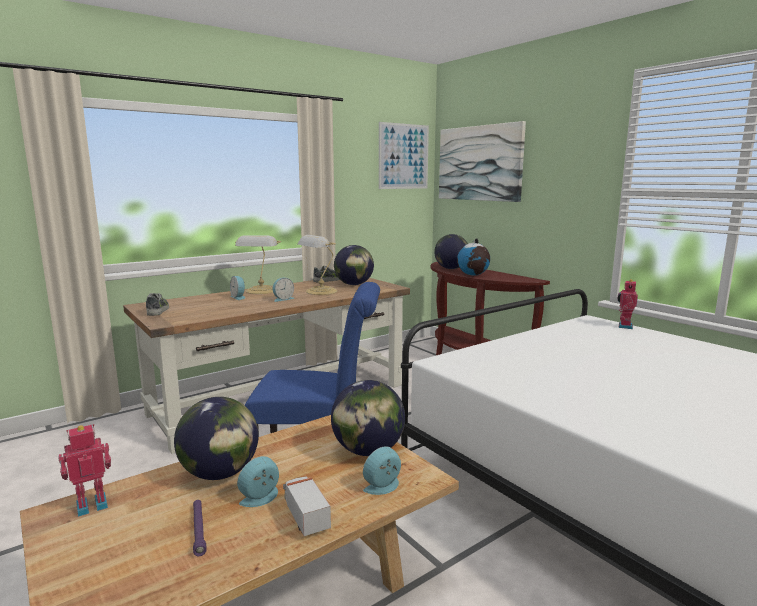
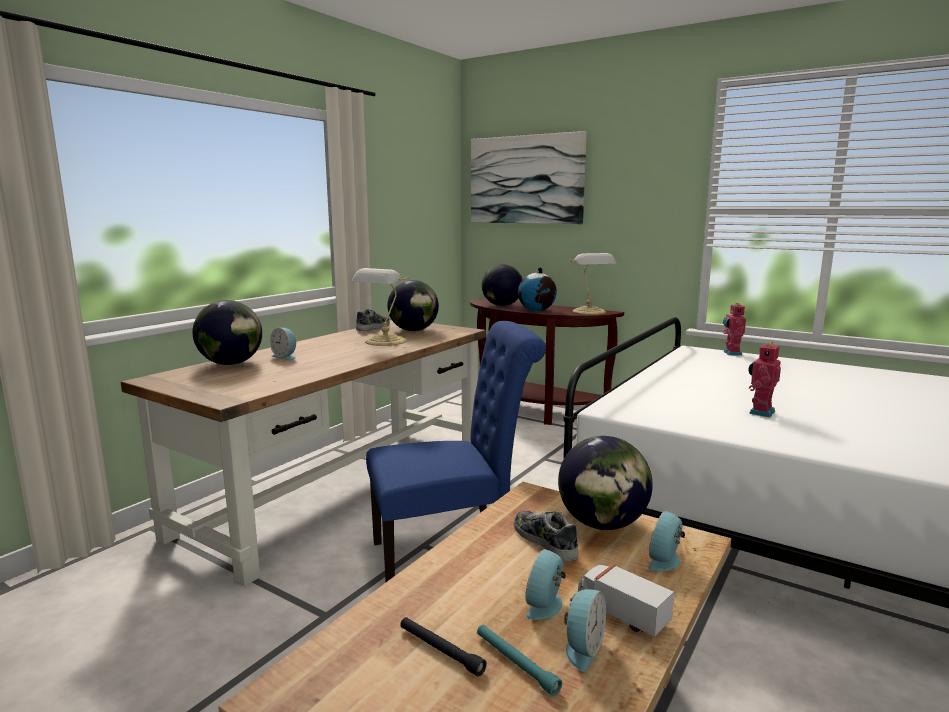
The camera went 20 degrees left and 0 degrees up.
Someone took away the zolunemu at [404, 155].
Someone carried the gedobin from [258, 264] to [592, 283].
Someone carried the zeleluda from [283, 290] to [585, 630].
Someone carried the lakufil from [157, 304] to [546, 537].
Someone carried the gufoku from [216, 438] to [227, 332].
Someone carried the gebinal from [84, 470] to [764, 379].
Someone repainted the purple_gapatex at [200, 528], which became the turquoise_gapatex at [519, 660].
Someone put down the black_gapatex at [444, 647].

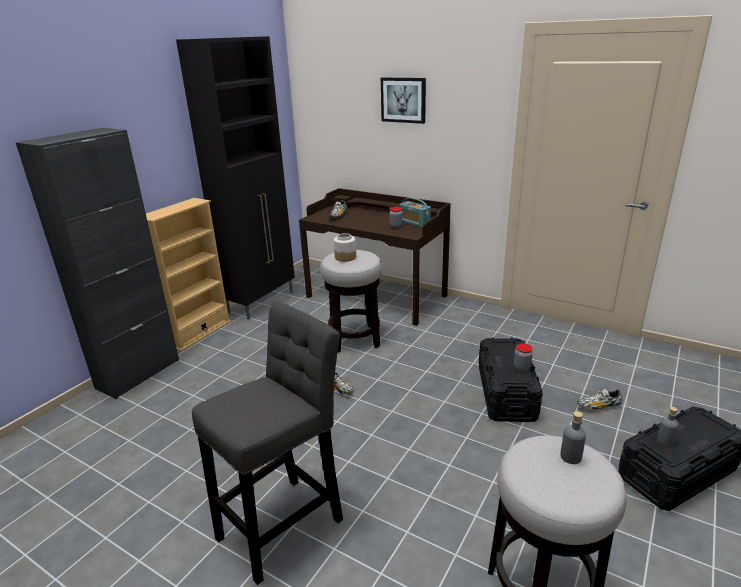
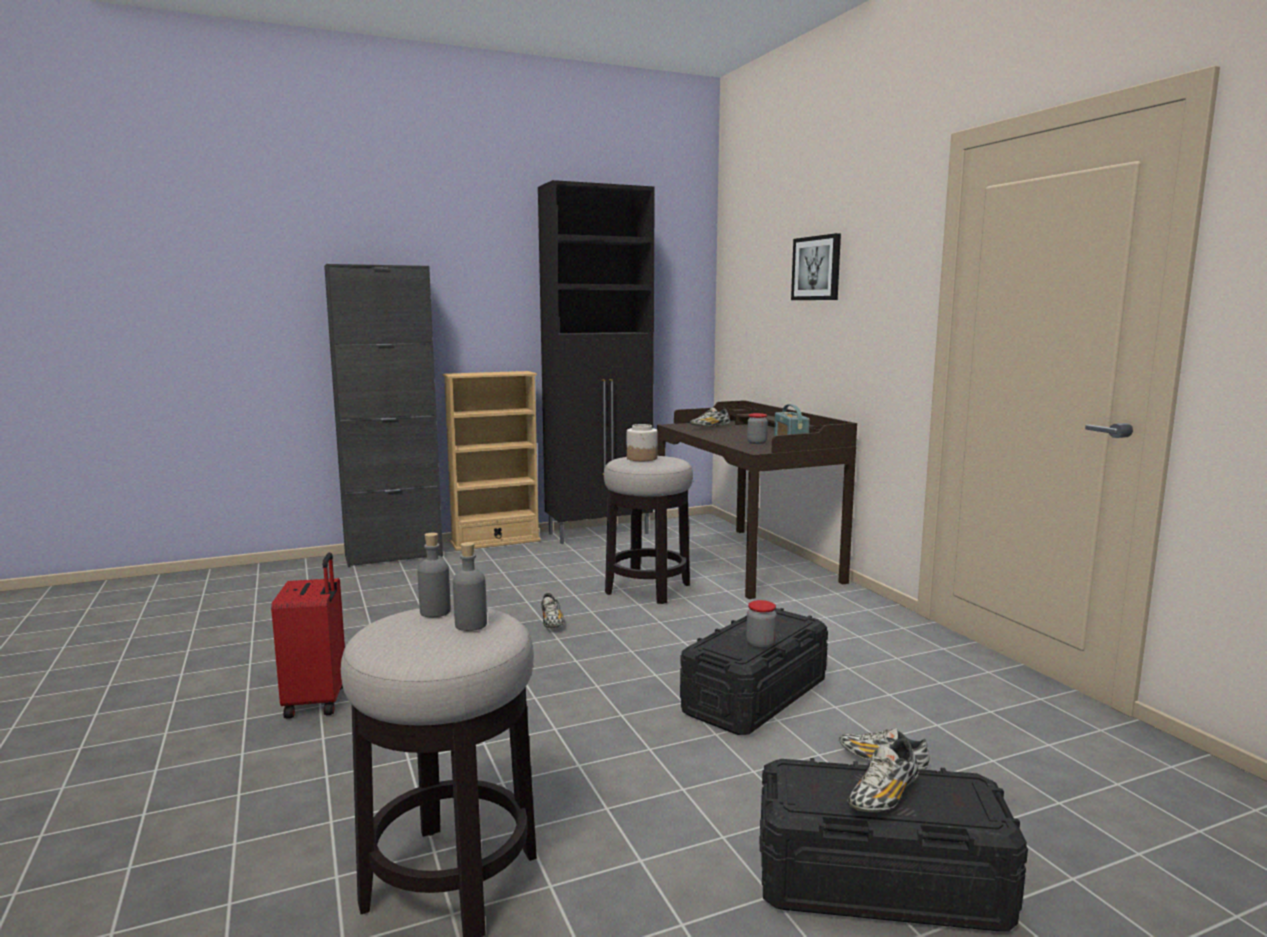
The camera went 35 degrees right and 15 degrees down.
Someone swapped the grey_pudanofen at [267, 443] for the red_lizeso at [308, 636].
Someone carried the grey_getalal from [668, 426] to [434, 575].
Someone put down the lakufil at [882, 775].

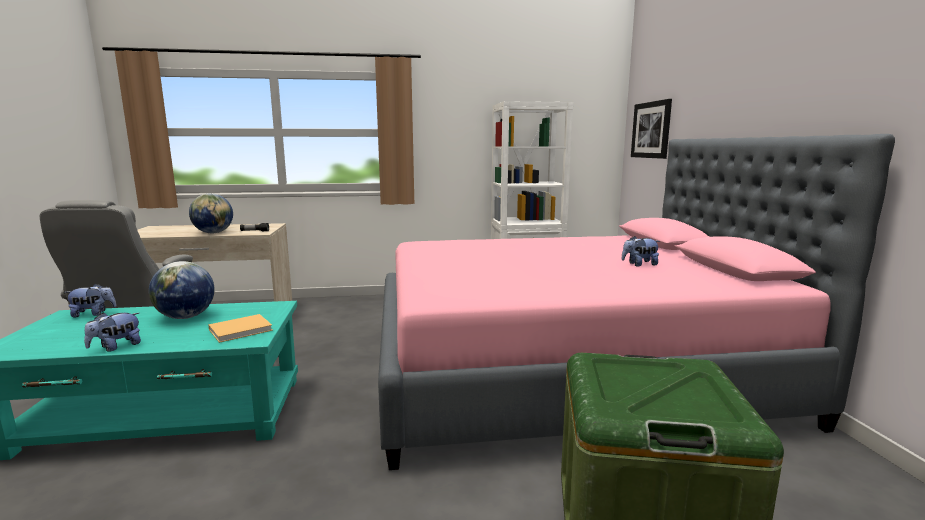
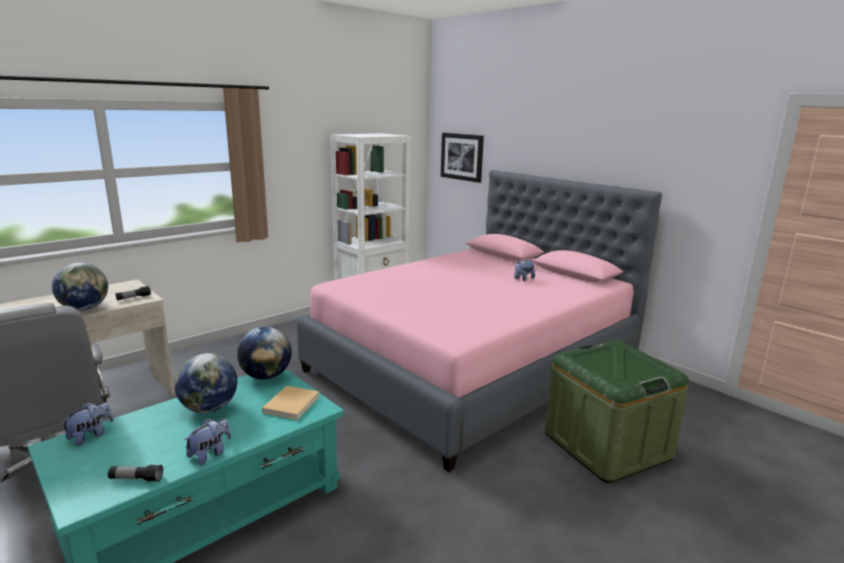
The camera went 35 degrees left and 5 degrees up.
Someone rotated the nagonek at [112, 332] by 150 degrees counterclockwise.
Someone put down the gufoku at [264, 353].
Someone put down the gapatex at [135, 473].

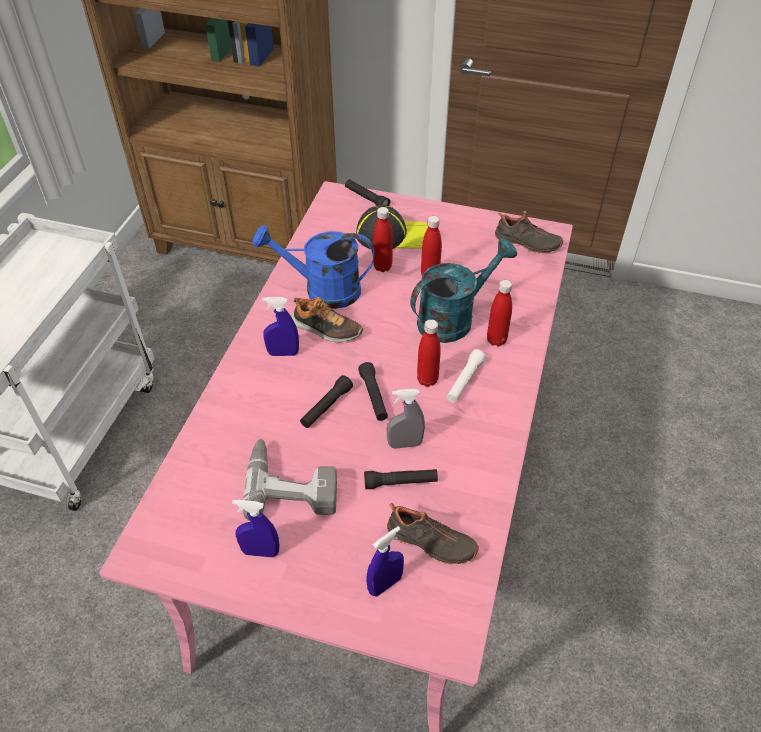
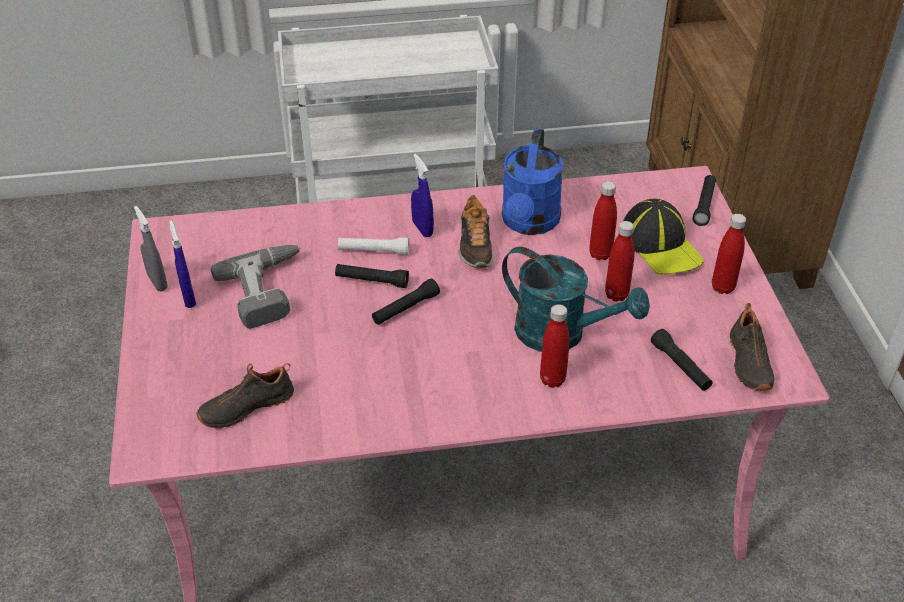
The camera went 65 degrees right and 5 degrees down.
Someone rotated the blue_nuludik at [314, 267] by 150 degrees counterclockwise.
Someone carried the red_getalal from [429, 353] to [729, 254].
Someone carried the white_gapatex from [466, 376] to [373, 246].
Someone carried the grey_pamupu from [406, 419] to [151, 248].
Someone carried the black_gapatex from [401, 479] to [682, 360].
Someone rotated the black_lakufil at [433, 533] by 60 degrees clockwise.
Someone took away the blue_pamupu at [385, 561].

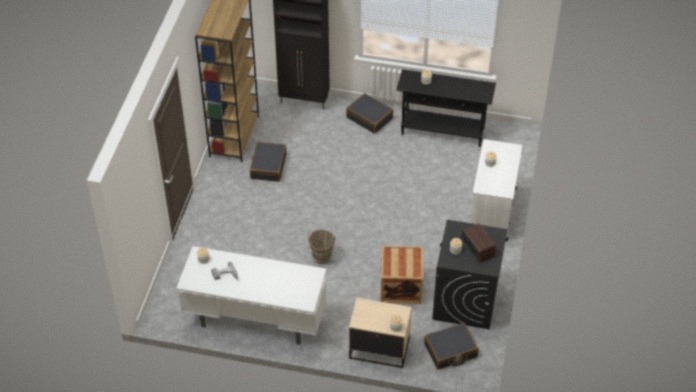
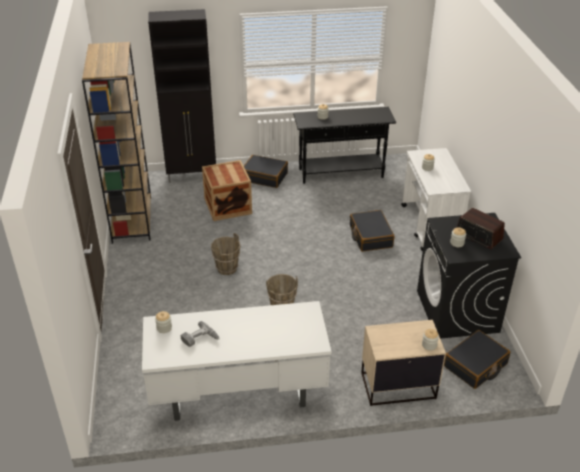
The camera went 20 degrees left and 10 degrees down.
Someone carried the black_lizeso from [268, 162] to [372, 231].
Someone carried the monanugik from [401, 274] to [227, 190].
Someone put down the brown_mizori at [225, 254].

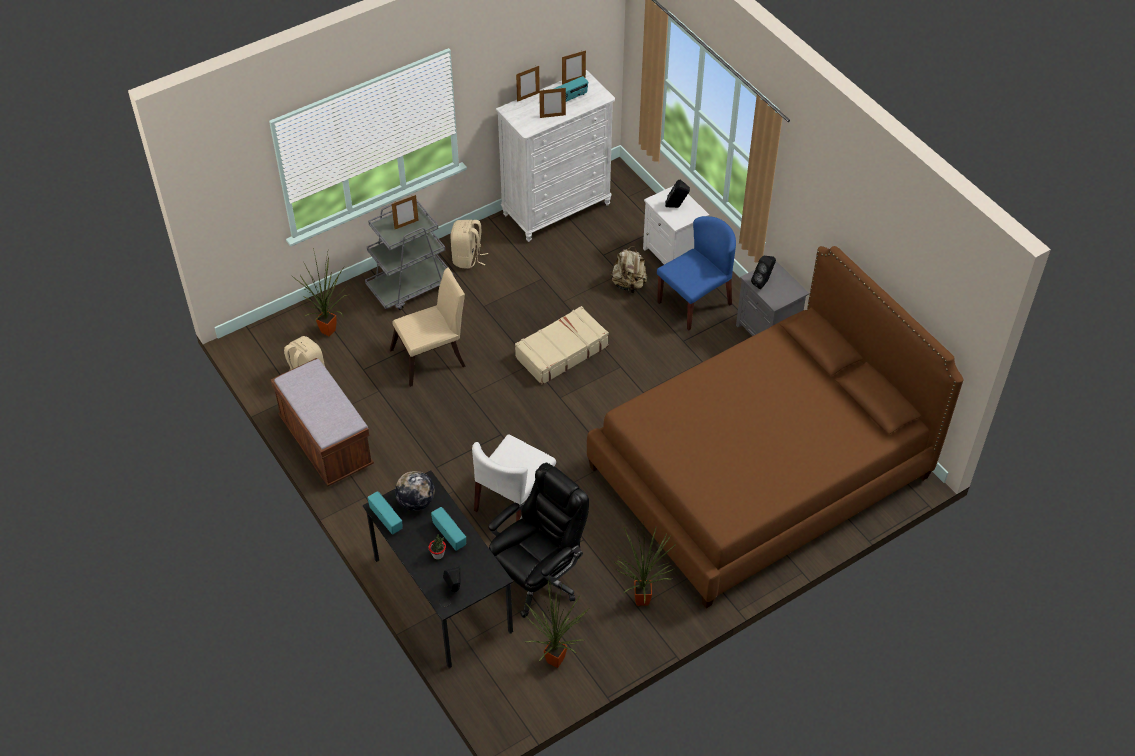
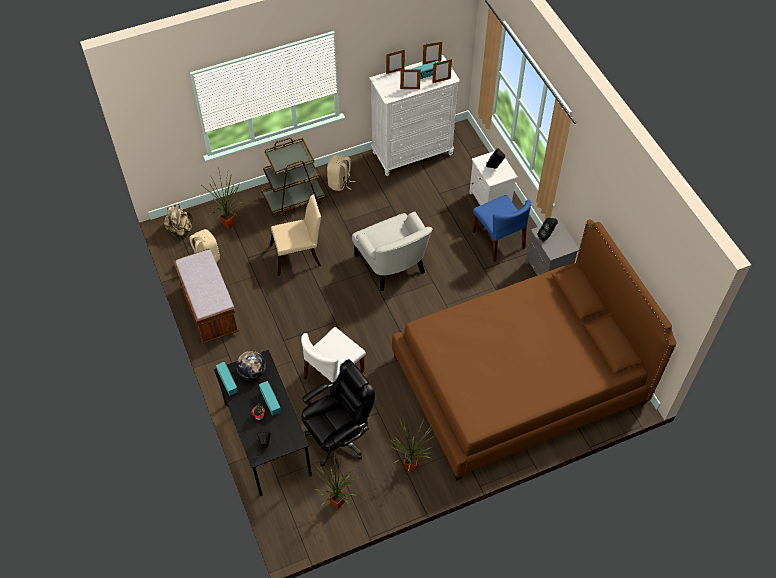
The camera went 10 degrees right and 5 degrees up.
Someone carried the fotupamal from [405, 212] to [442, 71].
Someone repainted the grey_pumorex at [409, 254], which became the brown_pumorex at [294, 177].
Someone rotated the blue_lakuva at [696, 273] by 90 degrees clockwise.
Someone carried the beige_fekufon from [628, 269] to [178, 221].
Someone swapped the beige_lizeso at [562, 345] for the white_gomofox at [392, 251].

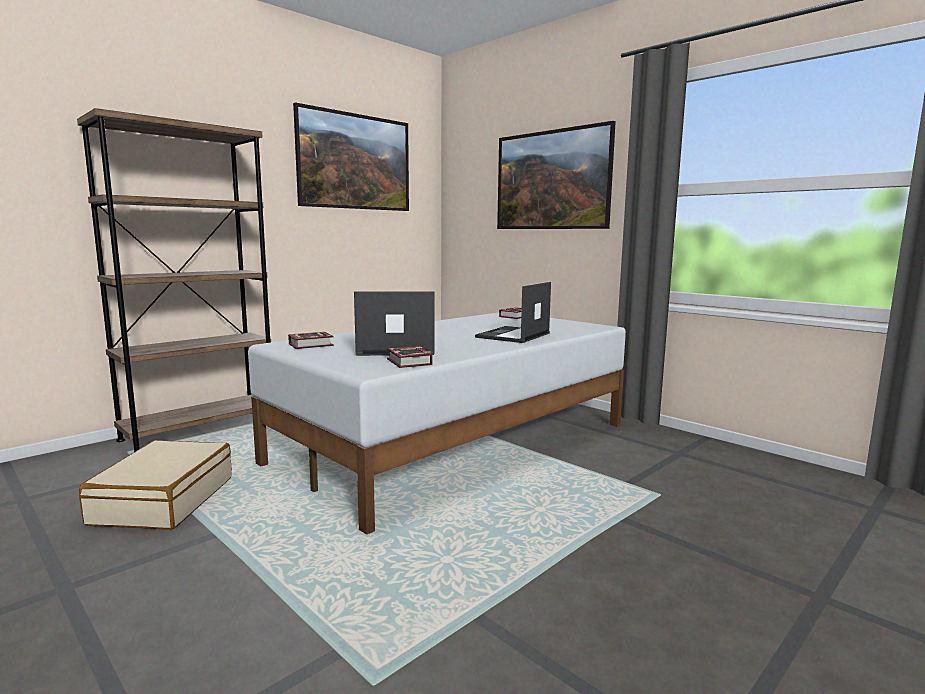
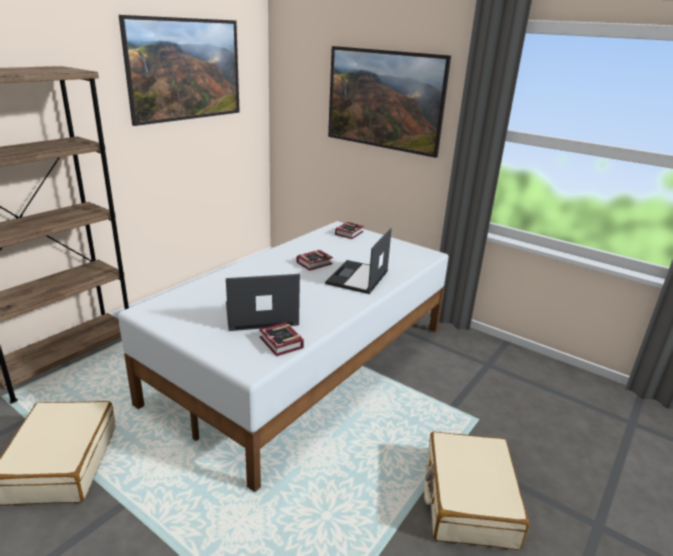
The camera went 10 degrees left and 15 degrees up.
Someone carried the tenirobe from [311, 340] to [315, 260].
Someone put down the beige_lizeso at [476, 491].

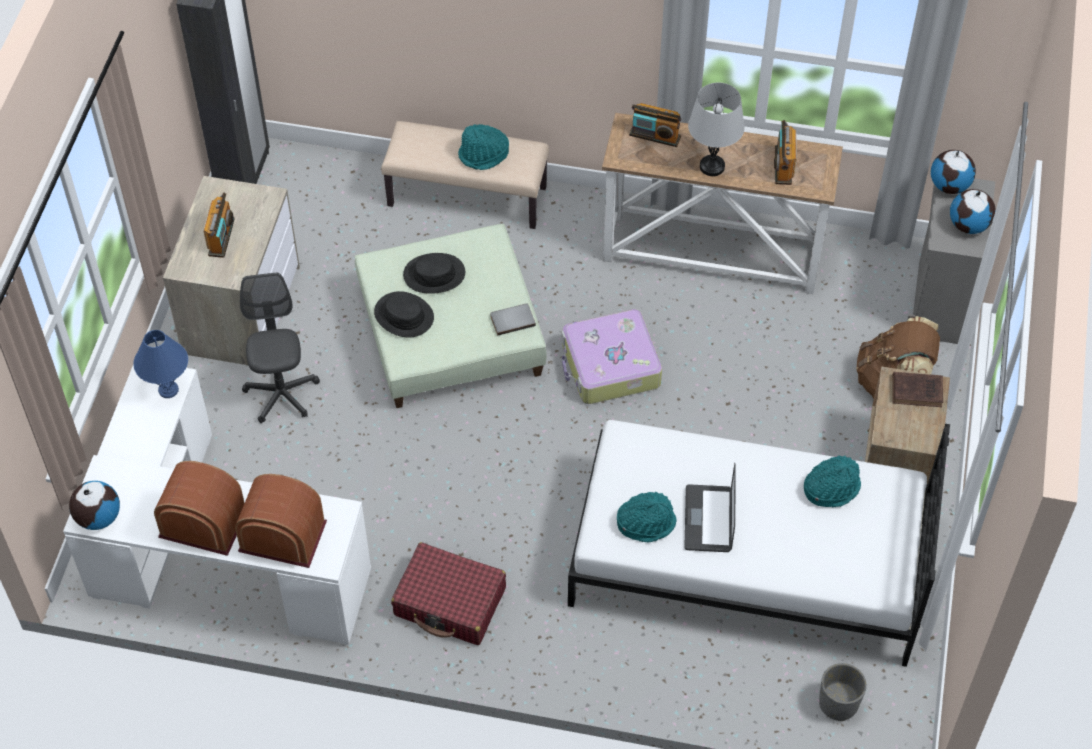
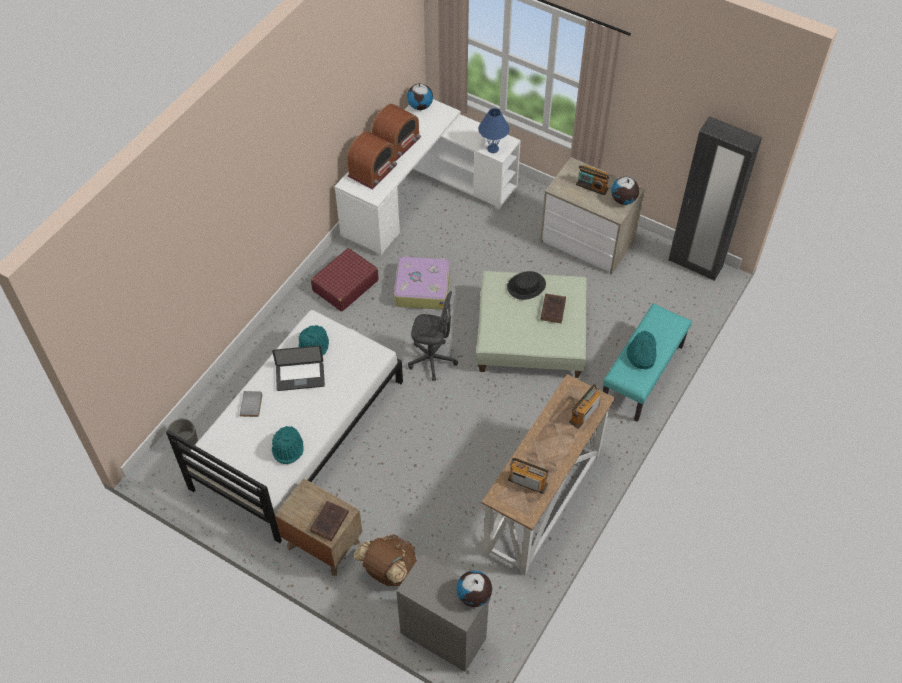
The camera went 110 degrees right and 0 degrees up.
Someone took away the grey_gedobin at [716, 129].
Someone repainted the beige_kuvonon at [465, 175], which became the turquoise_kuvonon at [647, 363].
Someone carried the gufoku from [973, 211] to [625, 191].
Someone swapped the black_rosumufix at [434, 273] for the brown_tenirobe at [553, 308].
Someone carried the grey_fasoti from [280, 348] to [433, 336].
Someone carried the grey_tenirobe from [513, 320] to [251, 404].
Someone carried the lizeso from [611, 356] to [422, 283].
Someone rotated the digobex at [710, 507] by 150 degrees clockwise.

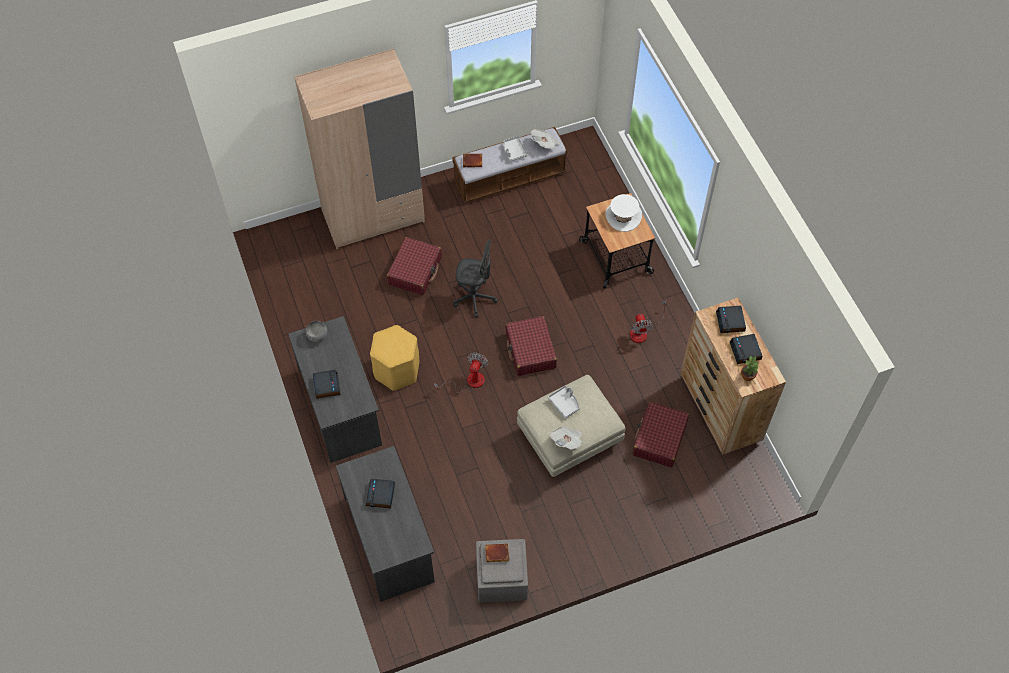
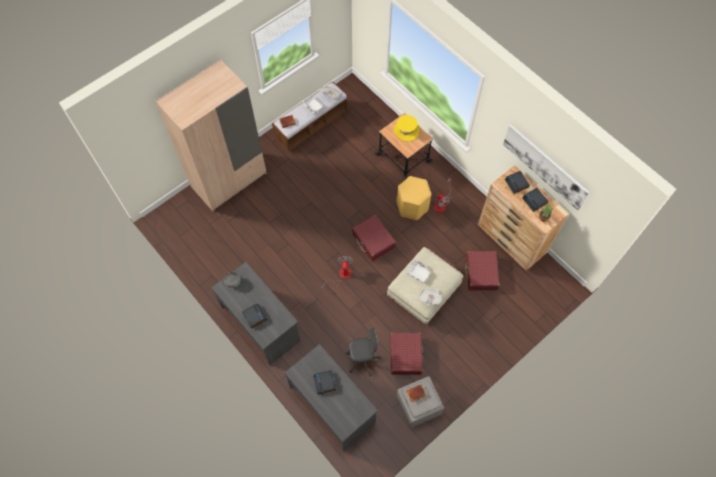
The camera went 20 degrees left and 5 degrees up.
Someone repainted the white_rosumufix at [623, 213], which became the yellow_rosumufix at [406, 128].
Someone carried the red_lizeso from [414, 266] to [407, 354].
Someone carried the grey_fasoti from [475, 278] to [363, 352].
Someone carried the yellow_pudanofen from [394, 358] to [414, 198].
Someone put up the zolunemu at [546, 167].

